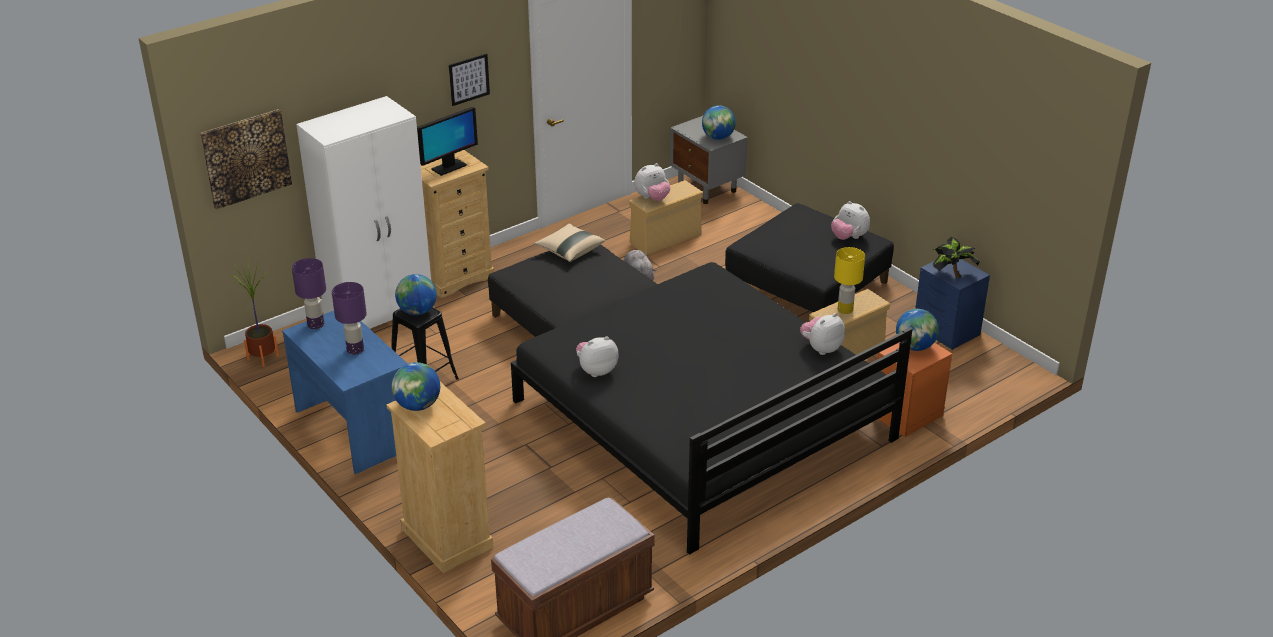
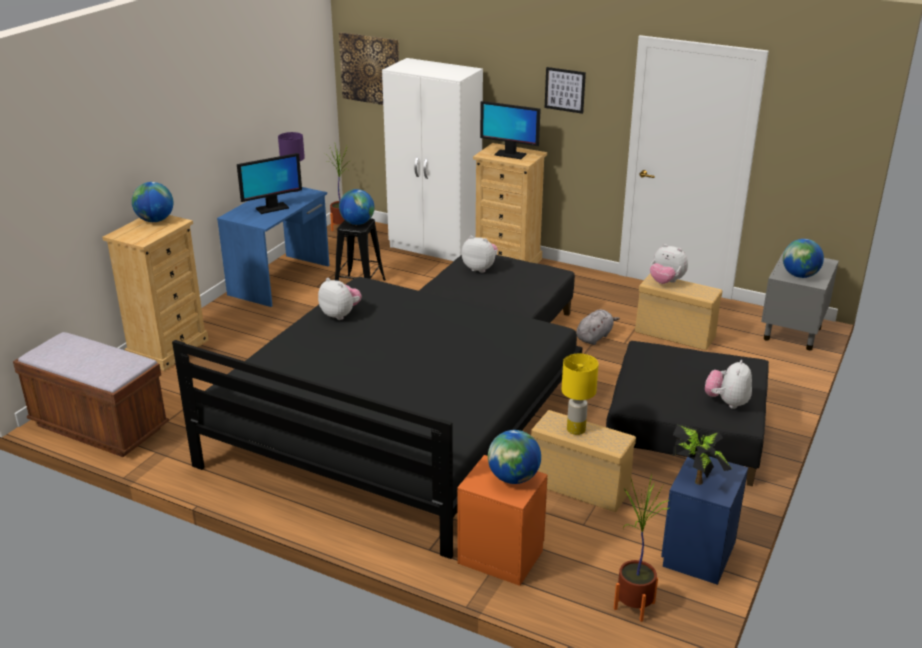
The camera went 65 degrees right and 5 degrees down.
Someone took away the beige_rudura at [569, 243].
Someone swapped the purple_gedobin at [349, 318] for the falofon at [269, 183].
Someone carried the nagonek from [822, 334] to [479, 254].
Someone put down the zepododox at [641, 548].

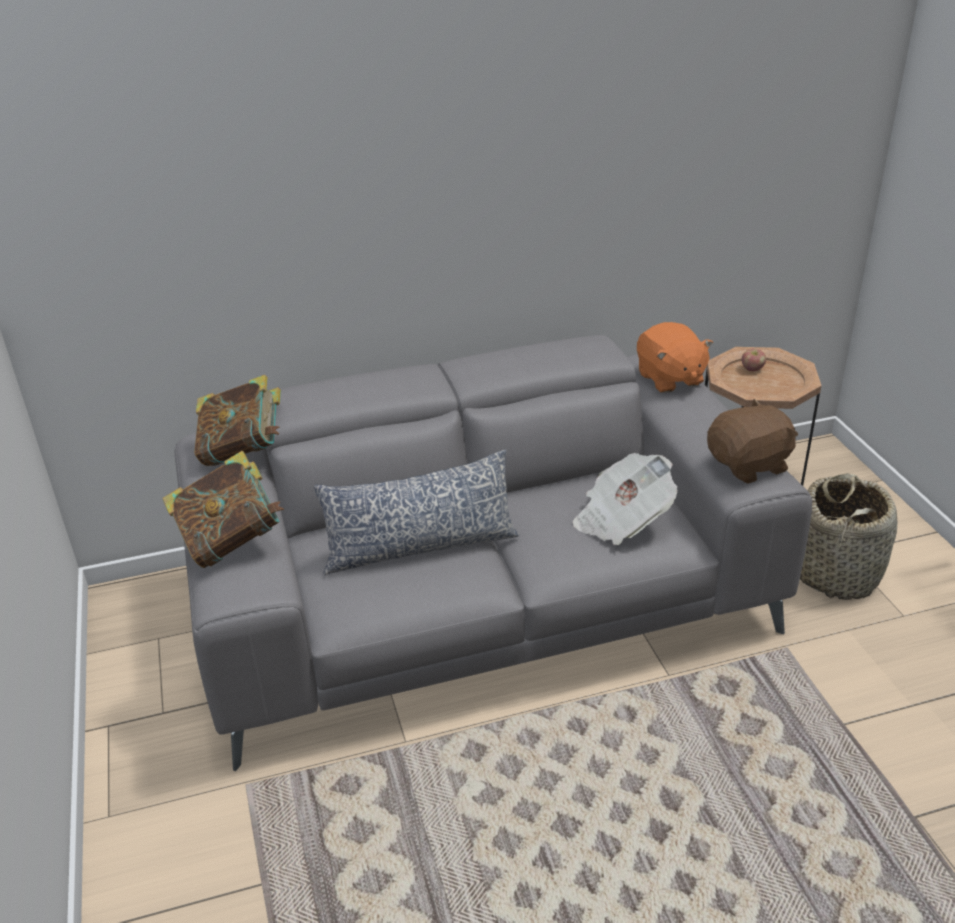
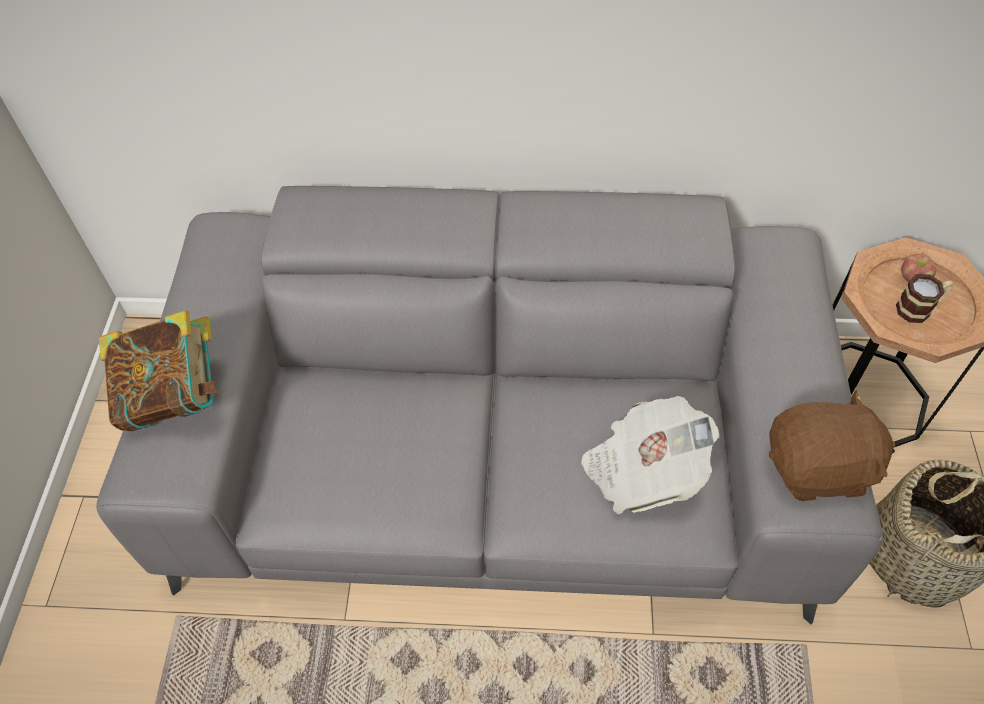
The camera went 20 degrees right and 20 degrees up.
Someone took away the orange_nagonek at [675, 357].
Someone took away the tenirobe at [237, 420].
Someone took away the rudura at [416, 512].
Someone put down the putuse at [924, 298].

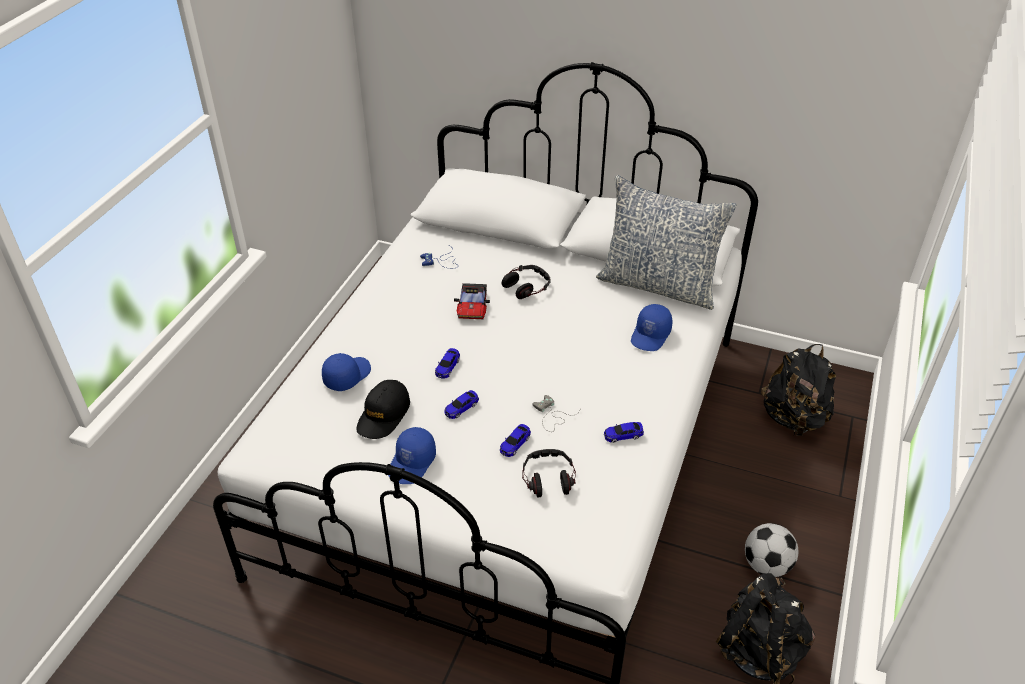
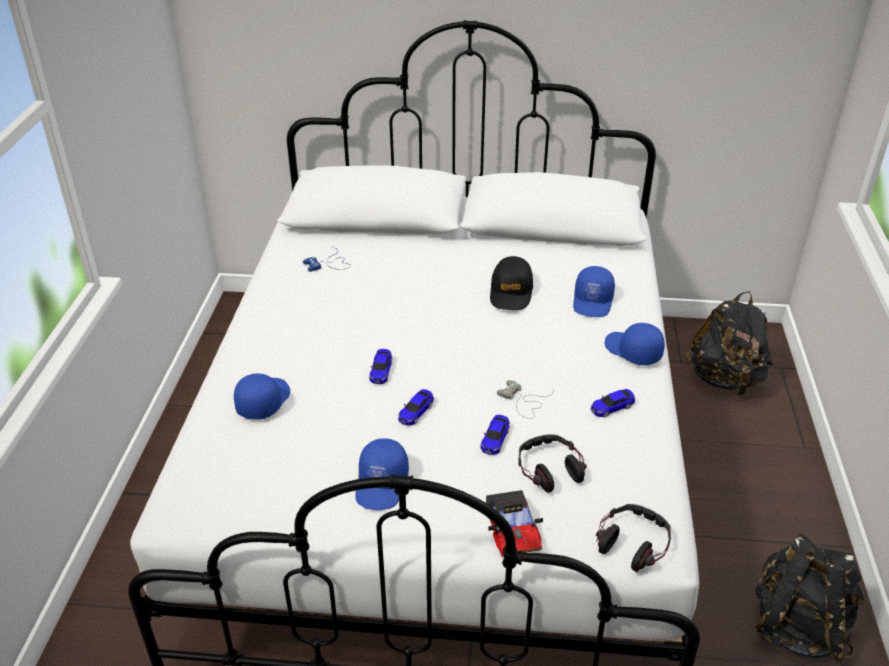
The camera went 15 degrees left and 5 degrees down.
Someone took away the rudura at [666, 242].
Someone carried the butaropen from [526, 282] to [633, 538].
Someone carried the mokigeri from [472, 301] to [514, 523].
Someone carried the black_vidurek from [383, 409] to [511, 283].
Someone took away the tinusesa at [771, 550].
Someone put down the blue_vidurek at [635, 344].

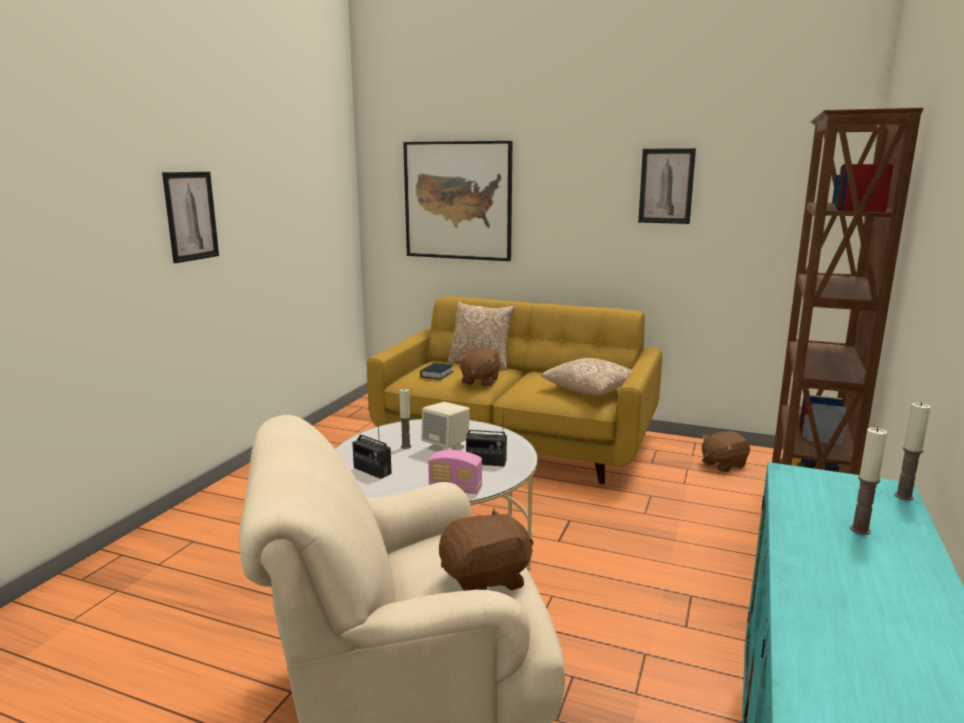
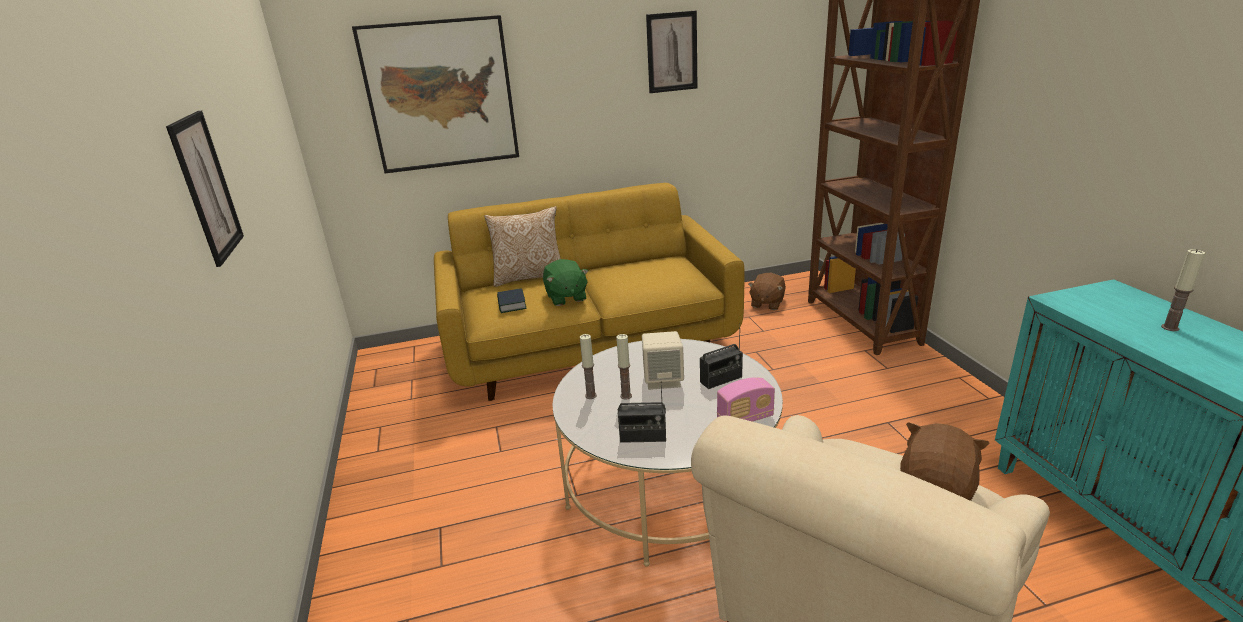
The camera went 35 degrees left and 10 degrees up.
Someone repainted the brown_nagonek at [479, 367], which became the green_nagonek at [565, 282].
Someone took away the rudura at [587, 376].
Someone carried the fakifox from [913, 451] to [588, 366].

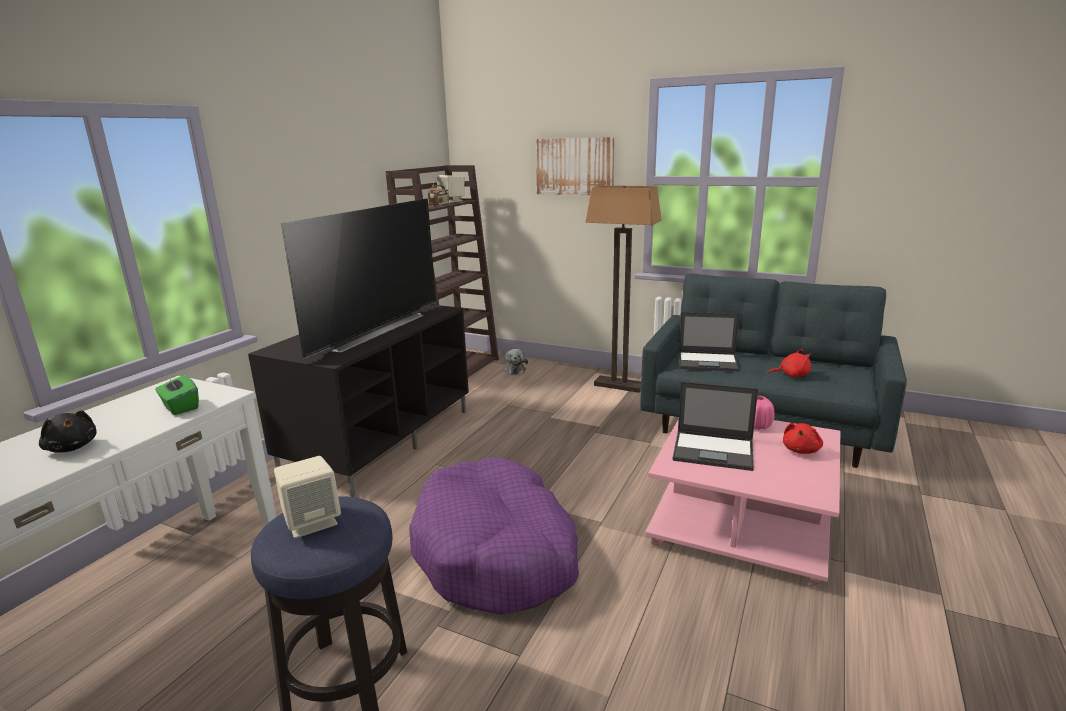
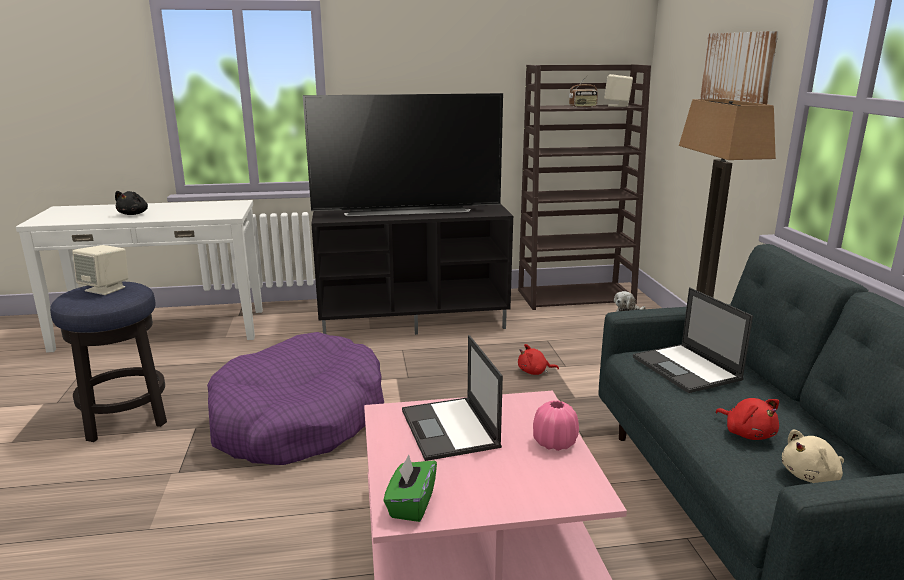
The camera went 55 degrees right and 0 degrees up.
Someone carried the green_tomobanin from [177, 394] to [410, 488].
Someone carried the red_nagonek from [803, 438] to [538, 359].
Someone put down the beige_nagonek at [813, 456].

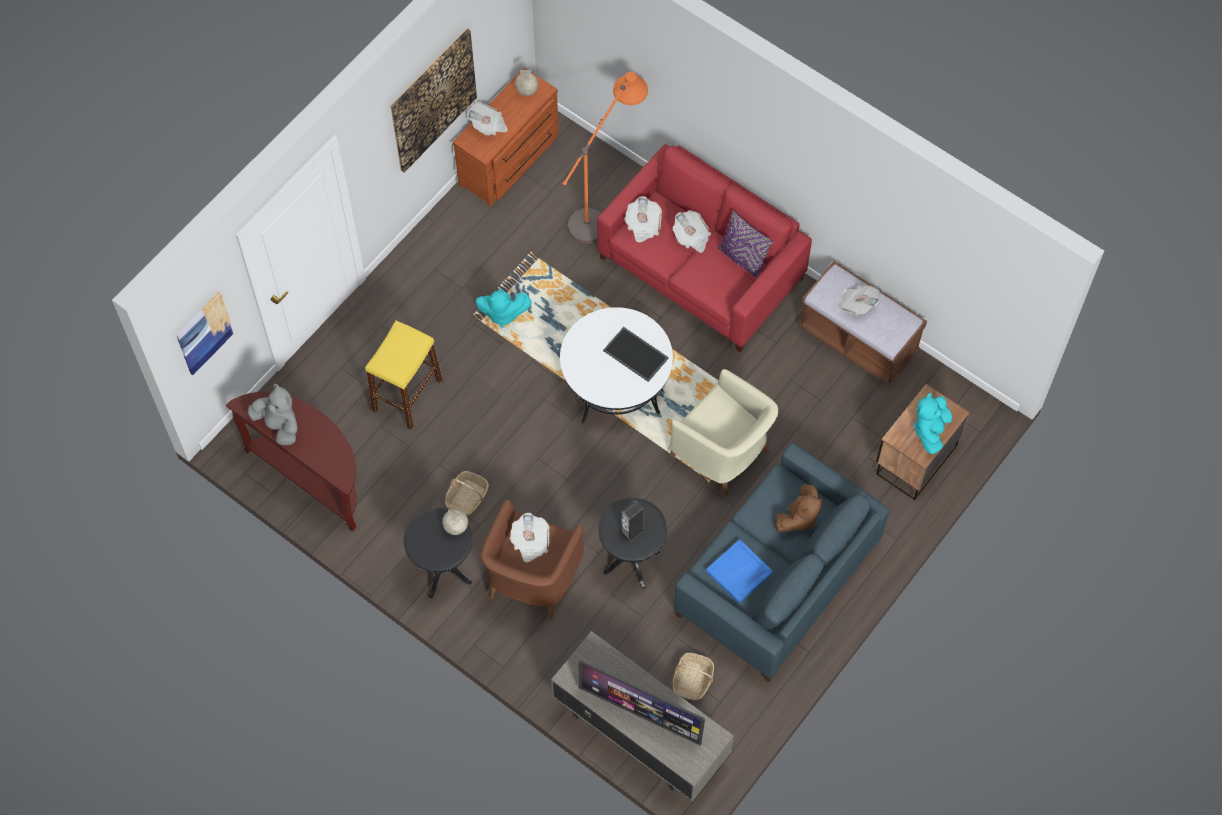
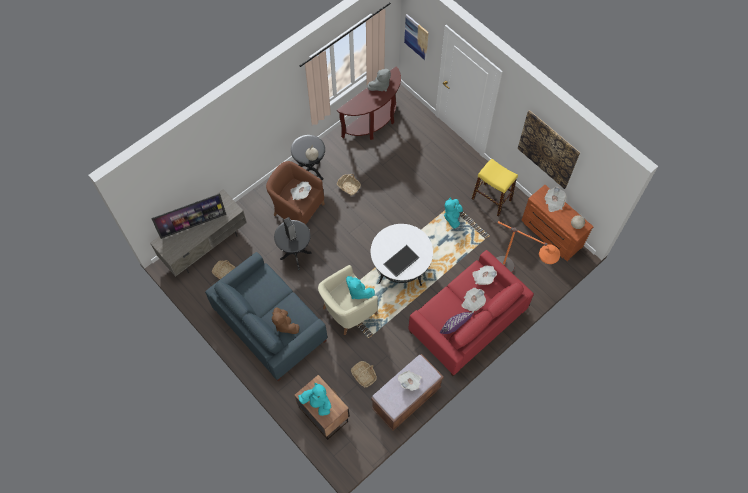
The camera went 100 degrees right and 0 degrees up.
Someone carried the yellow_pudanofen from [403, 375] to [495, 187].
Someone took away the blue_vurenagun at [739, 571].
Someone rotated the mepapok at [641, 703] by 150 degrees counterclockwise.
Someone put down the turquoise_nagonek at [360, 287].
Someone put down the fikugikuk at [364, 374].

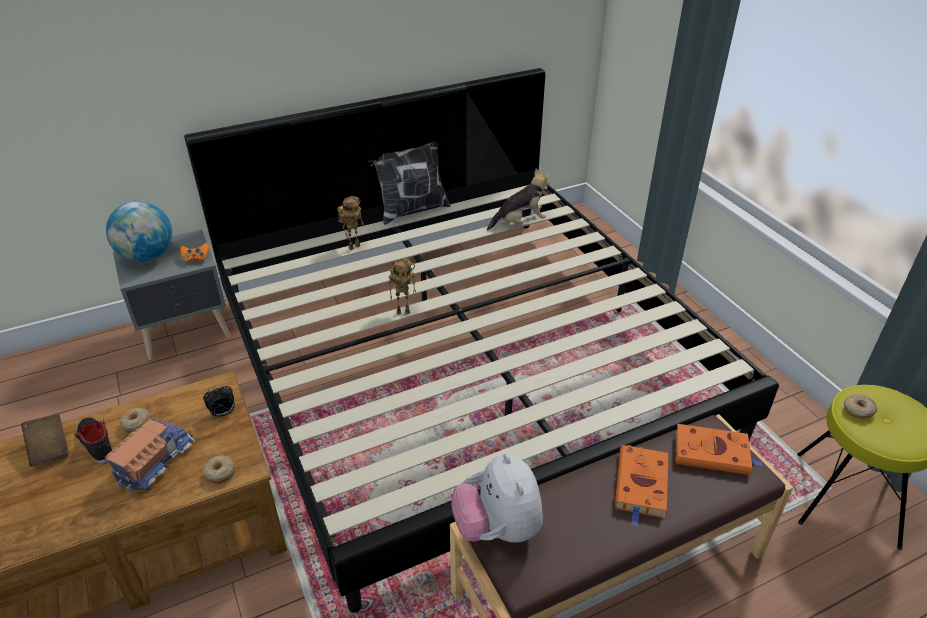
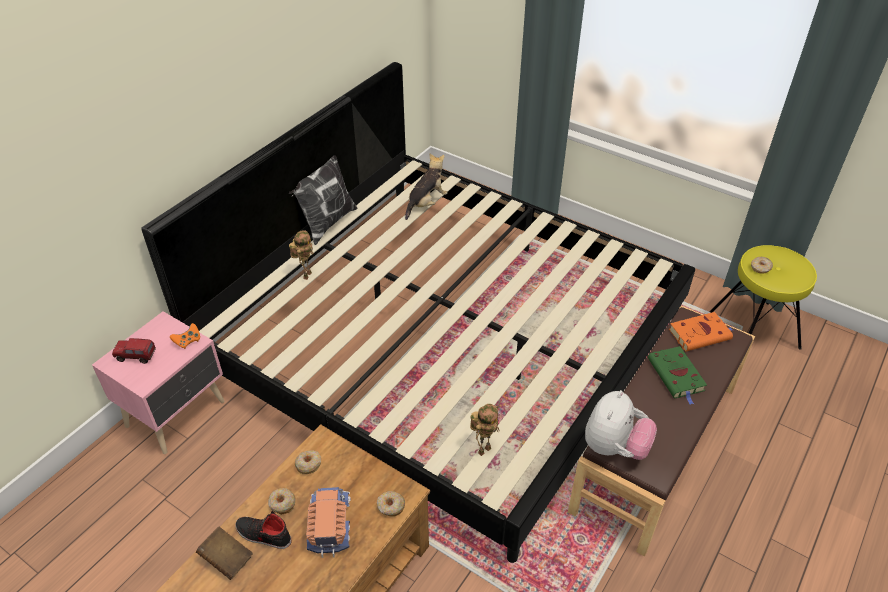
The camera went 30 degrees left and 5 degrees up.
Someone swapped the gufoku at [139, 231] for the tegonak at [134, 351].
Someone repainted the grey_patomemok at [172, 294], which became the pink_patomemok at [158, 382].
Someone carried the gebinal from [402, 287] to [485, 430].
Someone took away the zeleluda at [219, 401].
Someone repainted the orange_tenirobe at [642, 486], which became the green_tenirobe at [677, 375].
Someone rotated the nagonek at [497, 498] by 105 degrees counterclockwise.
Someone put down the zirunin at [308, 462].

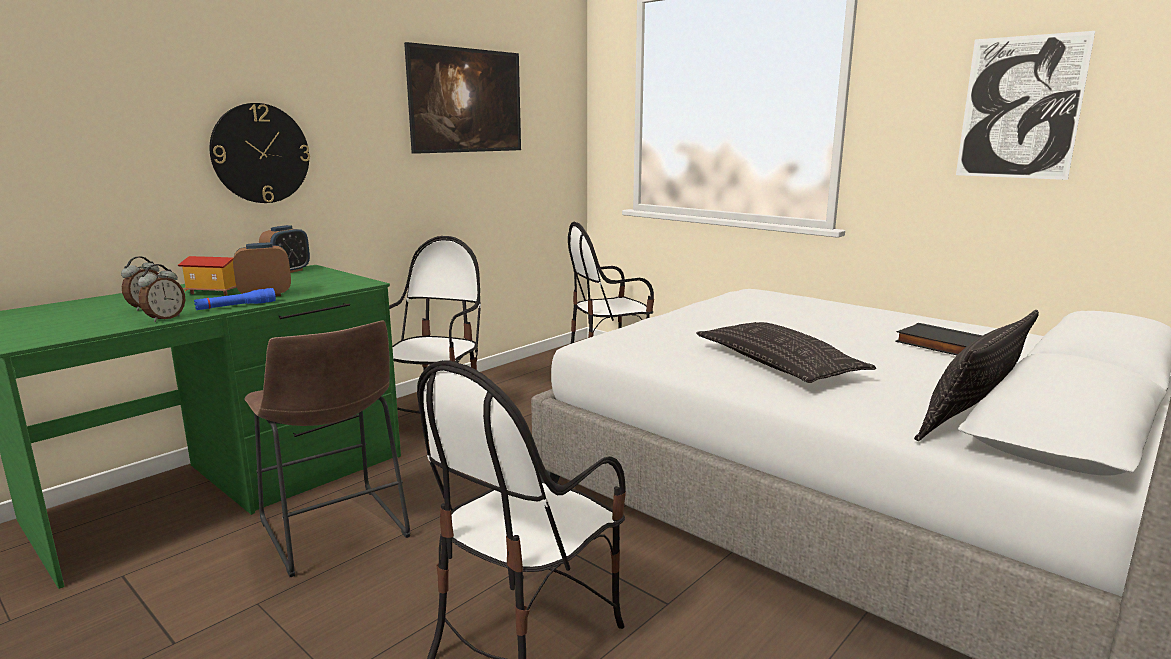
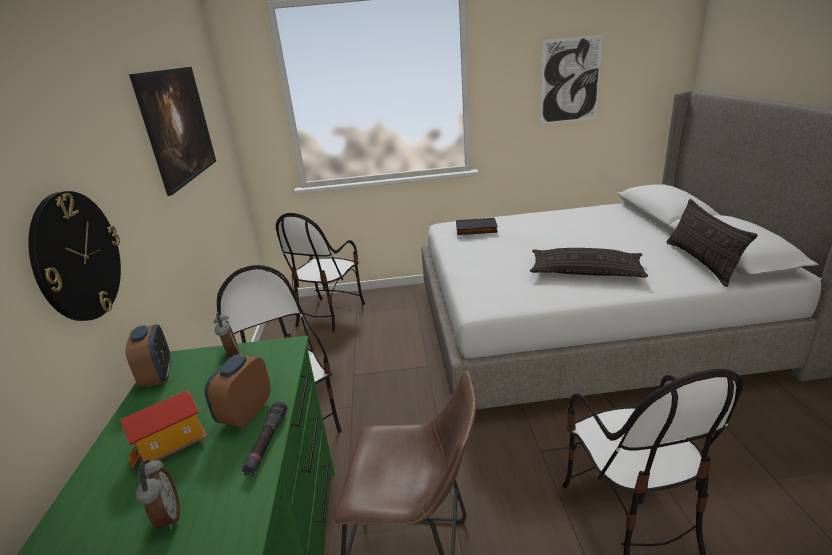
The camera went 45 degrees left and 10 degrees up.
Someone carried the zeleluda from [161, 293] to [226, 335].
Someone repainted the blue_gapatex at [235, 299], which became the black_gapatex at [264, 438].
Someone carried the black_tenirobe from [939, 339] to [477, 226].

